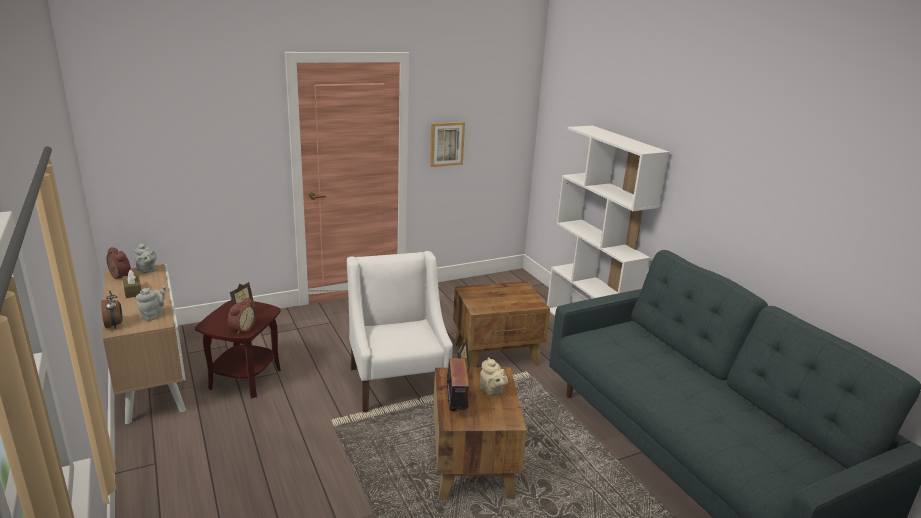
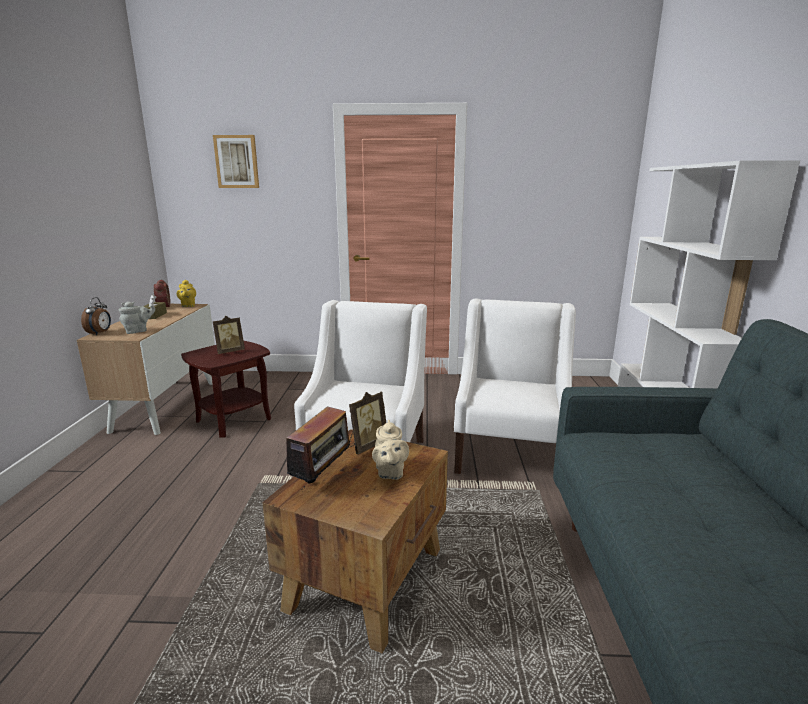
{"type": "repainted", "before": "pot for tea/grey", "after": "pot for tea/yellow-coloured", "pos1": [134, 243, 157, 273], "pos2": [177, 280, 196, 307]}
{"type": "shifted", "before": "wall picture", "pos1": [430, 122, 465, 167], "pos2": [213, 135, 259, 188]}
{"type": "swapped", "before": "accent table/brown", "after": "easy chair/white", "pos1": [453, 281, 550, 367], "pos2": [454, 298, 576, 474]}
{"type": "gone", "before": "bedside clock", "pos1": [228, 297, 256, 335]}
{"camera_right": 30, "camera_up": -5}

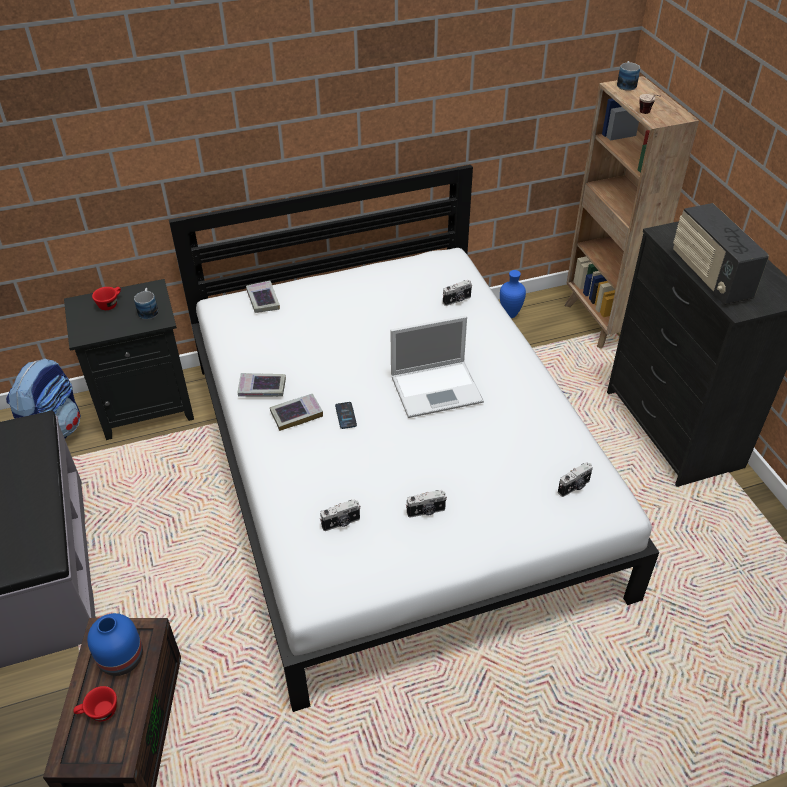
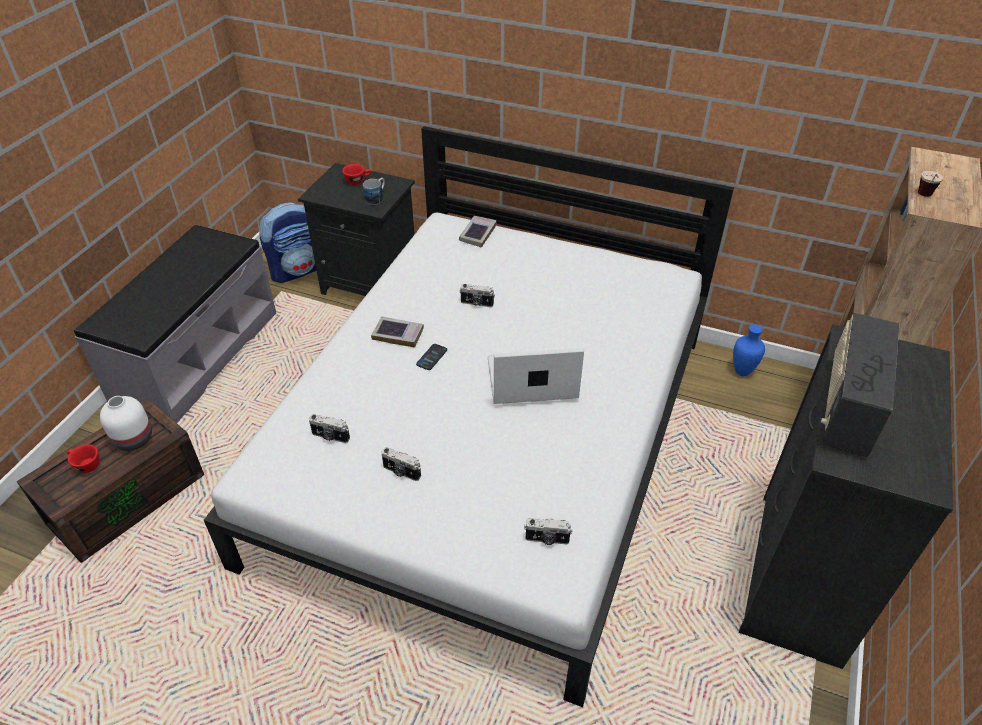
{"type": "repainted", "before": "flower vase/bluish", "after": "flower vase/white", "pos1": [87, 613, 143, 676], "pos2": [100, 396, 152, 451]}
{"type": "shifted", "before": "still camera", "pos1": [443, 280, 472, 306], "pos2": [459, 284, 495, 307]}
{"type": "rotated", "before": "notebook computer", "pos1": [390, 316, 484, 418], "pos2": [488, 348, 584, 404], "turn": 150}
{"type": "gone", "before": "volume", "pos1": [238, 373, 286, 397]}
{"type": "gone", "before": "mug", "pos1": [617, 61, 640, 91]}
{"camera_right": 40, "camera_up": 0}

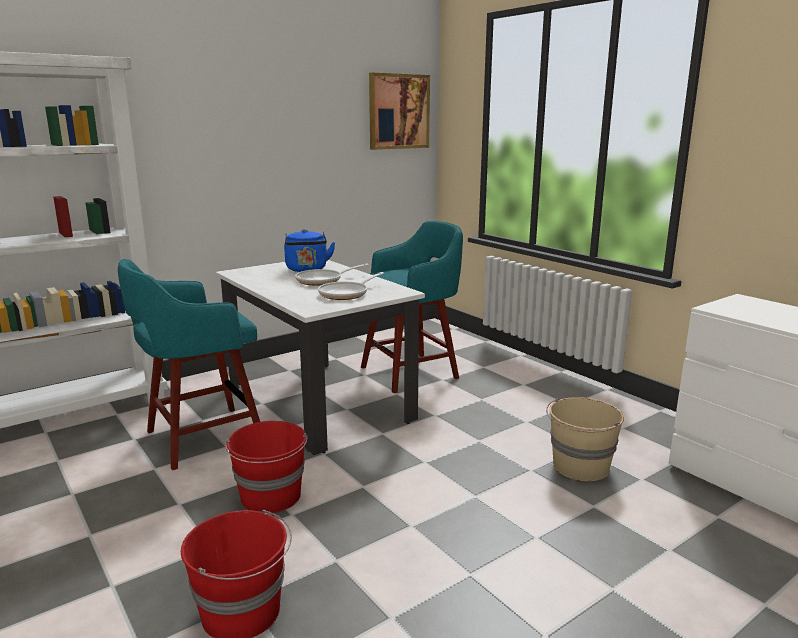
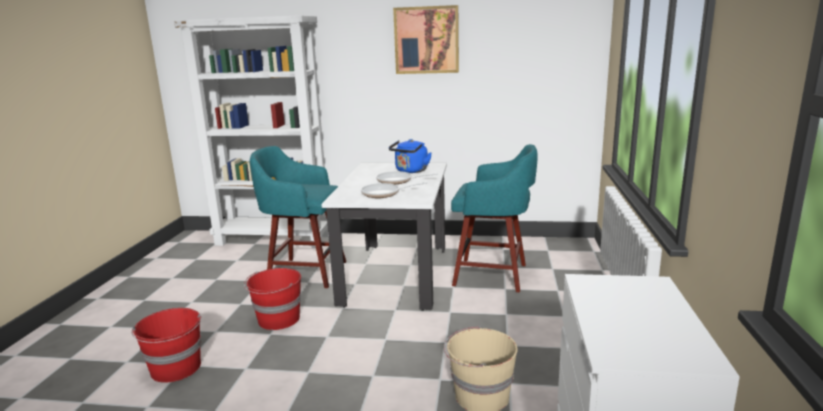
{"type": "shifted", "before": "wall picture", "pos1": [369, 73, 430, 150], "pos2": [393, 5, 459, 74]}
{"camera_right": 45, "camera_up": 0}

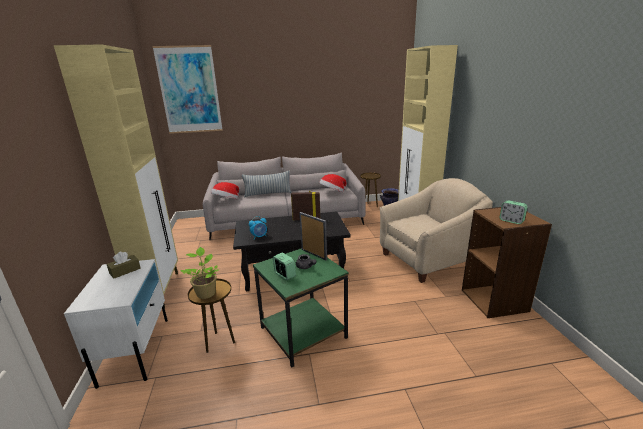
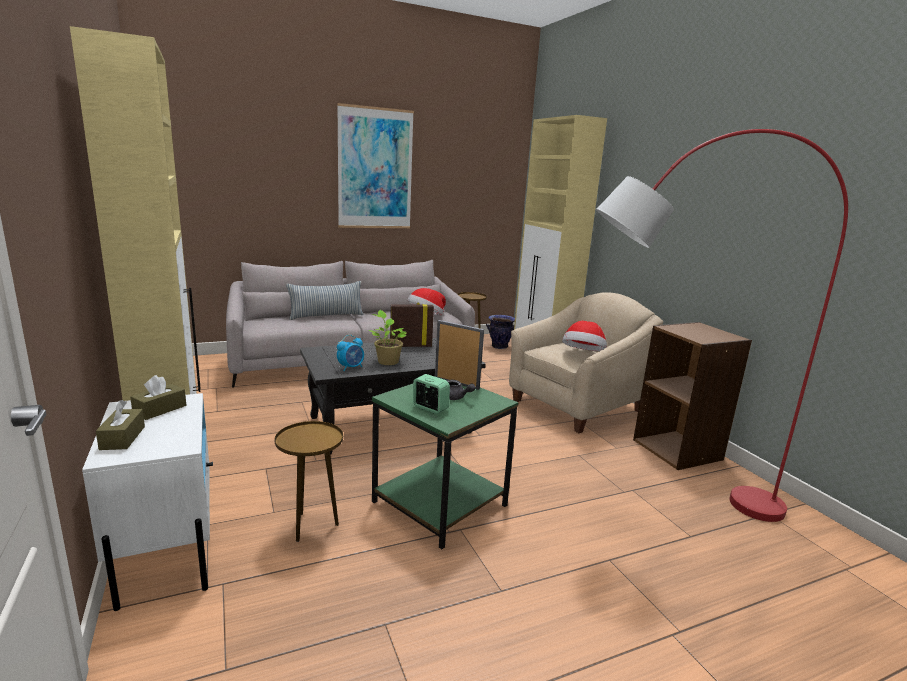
{"type": "new", "after": "tissue box/brown", "pos2": [96, 400, 145, 450]}
{"type": "shifted", "before": "wall picture", "pos1": [152, 45, 223, 134], "pos2": [337, 103, 414, 228]}
{"type": "shifted", "before": "plant in a pot", "pos1": [180, 247, 219, 299], "pos2": [369, 310, 407, 365]}
{"type": "shifted", "before": "hat", "pos1": [211, 182, 239, 199], "pos2": [562, 321, 607, 351]}
{"type": "new", "after": "standing lamp/red-coloured", "pos2": [596, 129, 848, 522]}
{"type": "gone", "before": "bedside clock", "pos1": [500, 200, 528, 224]}
{"camera_right": -15, "camera_up": -5}

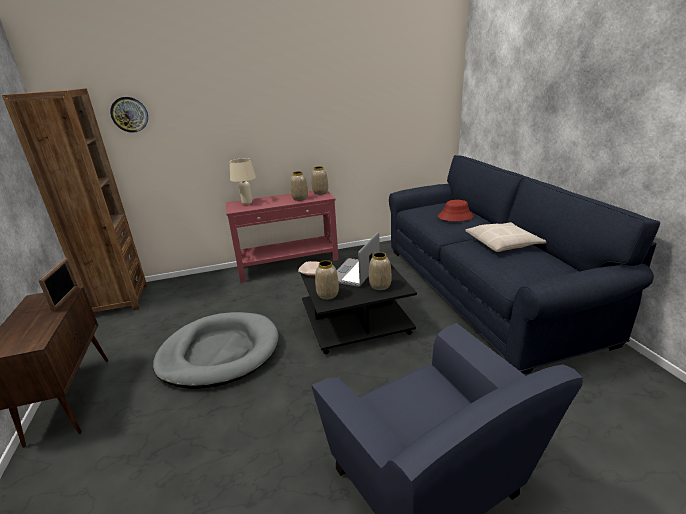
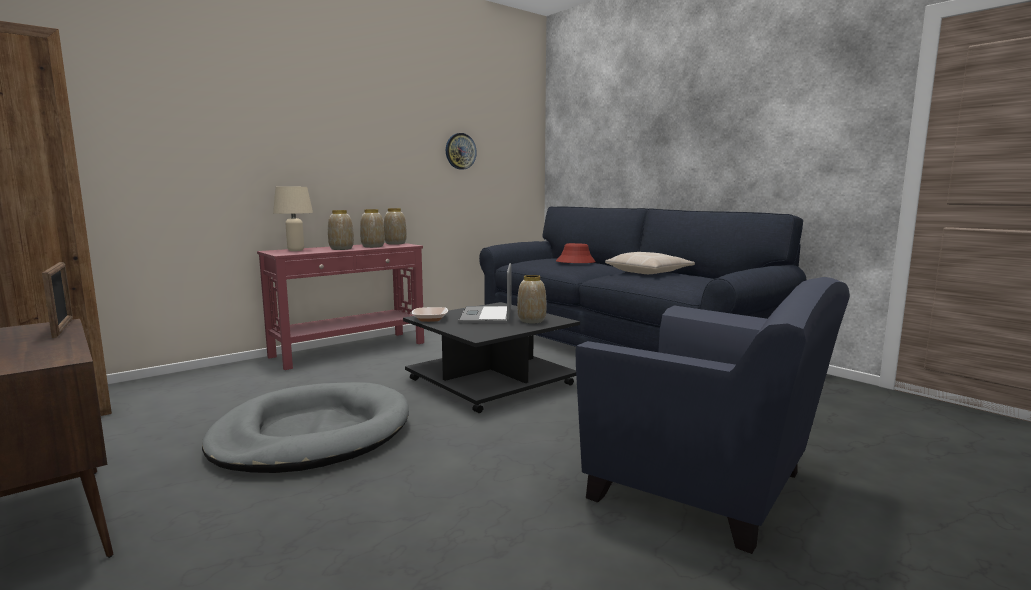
{"type": "shifted", "before": "flower vase", "pos1": [315, 260, 339, 300], "pos2": [328, 210, 354, 250]}
{"type": "shifted", "before": "clock on the wall", "pos1": [110, 97, 148, 133], "pos2": [446, 133, 477, 170]}
{"camera_right": -25, "camera_up": -15}

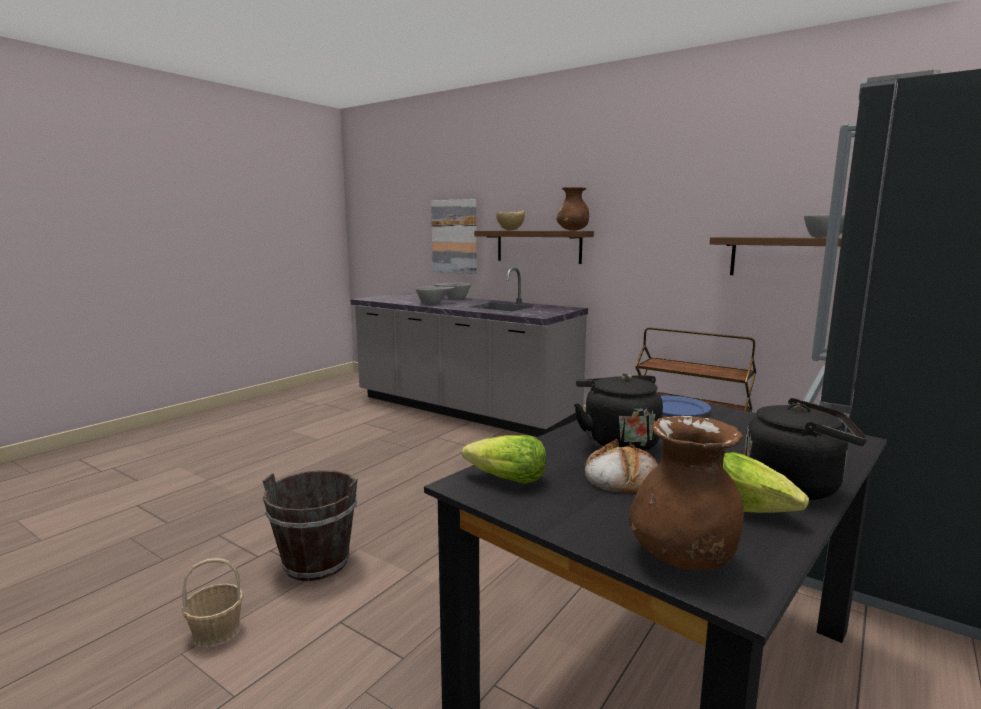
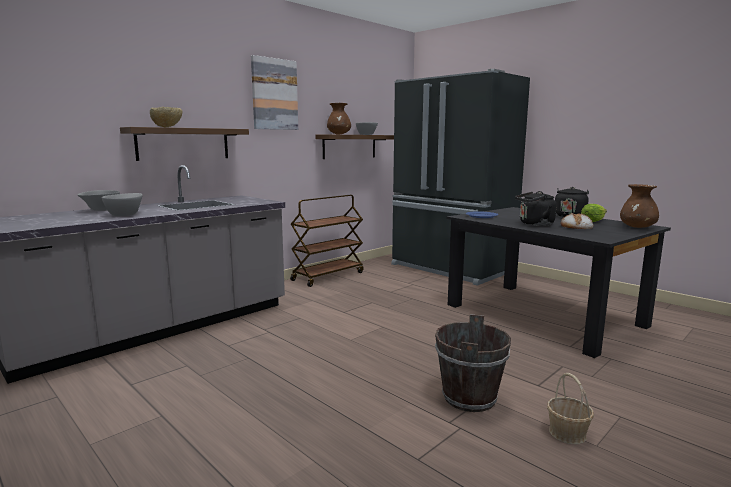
{"type": "shifted", "before": "wall picture", "pos1": [431, 199, 477, 274], "pos2": [251, 55, 298, 130]}
{"type": "shifted", "before": "flower vase/brown", "pos1": [556, 187, 589, 231], "pos2": [327, 103, 351, 135]}
{"type": "gone", "before": "lettuce head", "pos1": [462, 435, 546, 484]}
{"camera_right": -80, "camera_up": 0}

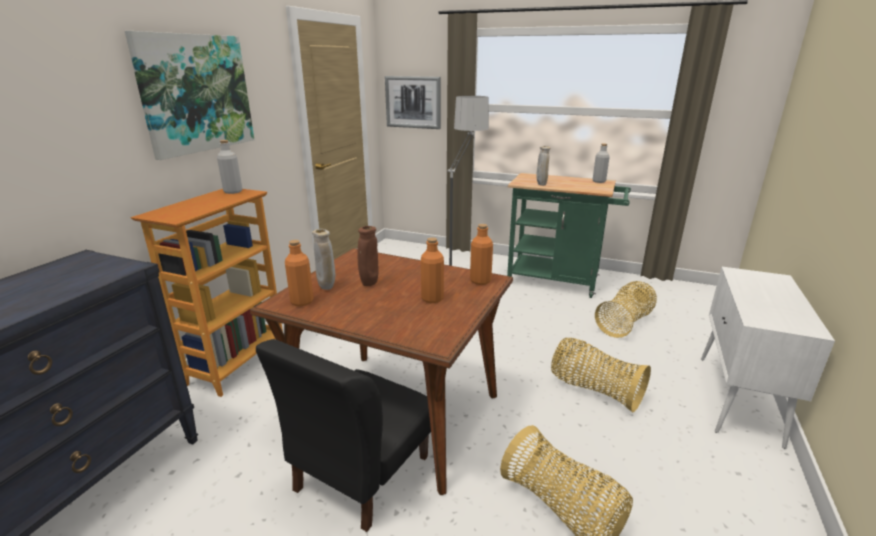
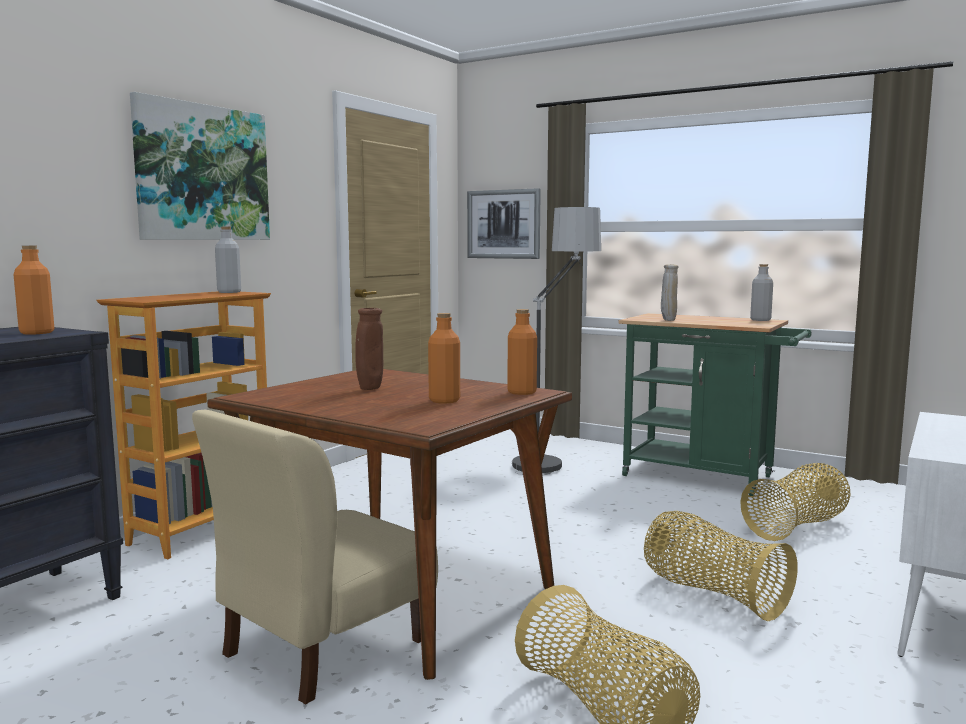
{"type": "shifted", "before": "beverage bottle/orangey", "pos1": [285, 240, 314, 306], "pos2": [13, 245, 54, 335]}
{"type": "repainted", "before": "chair/blackish", "after": "chair/beige", "pos1": [256, 339, 431, 532], "pos2": [192, 410, 438, 705]}
{"type": "gone", "before": "flower vase/beige", "pos1": [312, 229, 335, 290]}
{"camera_right": 10, "camera_up": -15}

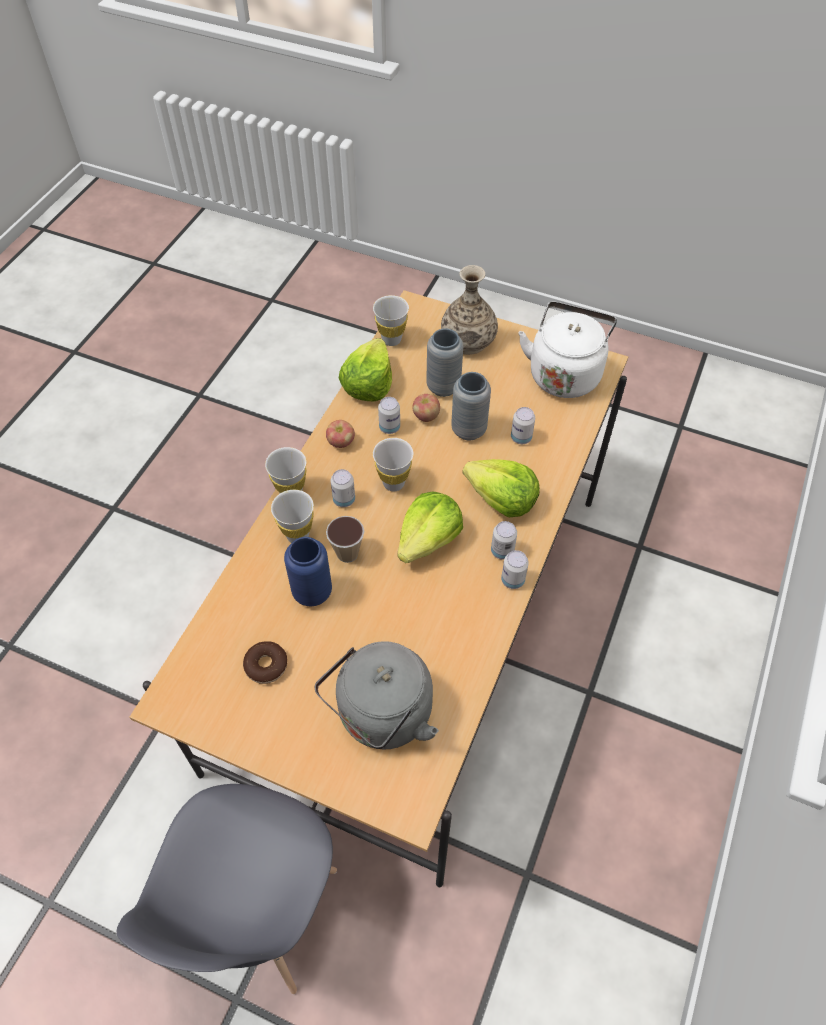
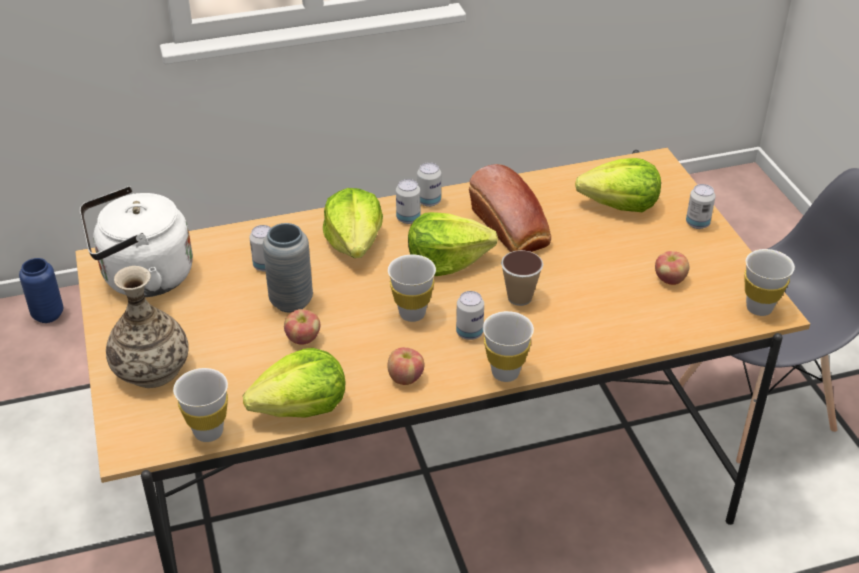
{"type": "shifted", "before": "flower vase/bluish", "pos1": [284, 537, 332, 606], "pos2": [19, 258, 63, 323]}
{"type": "new", "after": "baked bread", "pos2": [469, 164, 551, 252]}
{"type": "swapped", "before": "kettle/grey", "after": "lettuce head", "pos1": [314, 641, 439, 749], "pos2": [575, 158, 661, 212]}
{"type": "swapped", "before": "doughnut", "after": "apple fruit", "pos1": [243, 641, 287, 684], "pos2": [655, 251, 689, 285]}
{"type": "shifted", "before": "sealed can", "pos1": [378, 397, 400, 434], "pos2": [686, 184, 715, 229]}
{"type": "shifted", "before": "small cup/white", "pos1": [271, 490, 314, 543], "pos2": [744, 249, 795, 316]}
{"type": "gone", "before": "flower vase/grey", "pos1": [426, 328, 463, 397]}
{"camera_right": -130, "camera_up": -15}

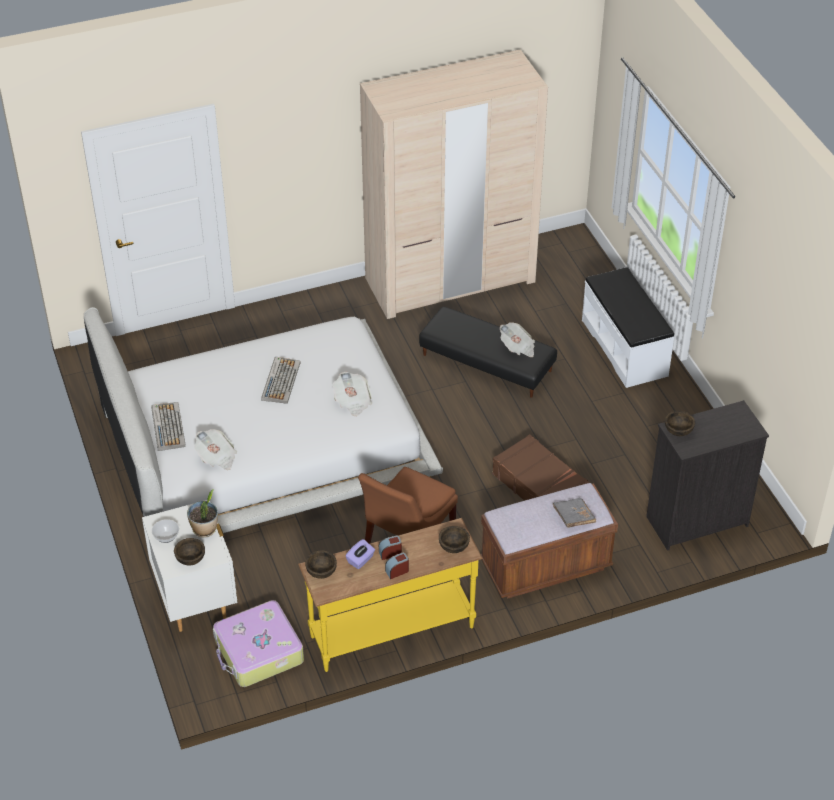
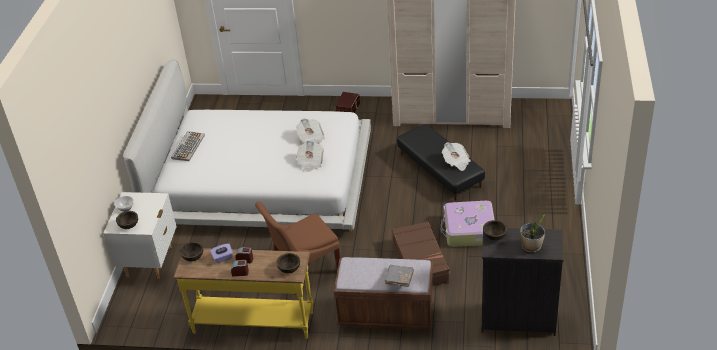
{"type": "shifted", "before": "daily paper", "pos1": [194, 429, 237, 470], "pos2": [296, 118, 325, 144]}
{"type": "new", "after": "storage container/brown", "pos2": [335, 92, 360, 113]}
{"type": "shifted", "before": "travel case", "pos1": [213, 600, 304, 687], "pos2": [441, 201, 495, 247]}
{"type": "shifted", "before": "plant in a pot", "pos1": [187, 489, 218, 537], "pos2": [520, 214, 546, 252]}
{"type": "gone", "before": "computer keyboard", "pos1": [261, 356, 301, 404]}
{"type": "gone", "before": "indoor bench/white", "pos1": [582, 267, 675, 388]}
{"camera_right": 30, "camera_up": -5}

